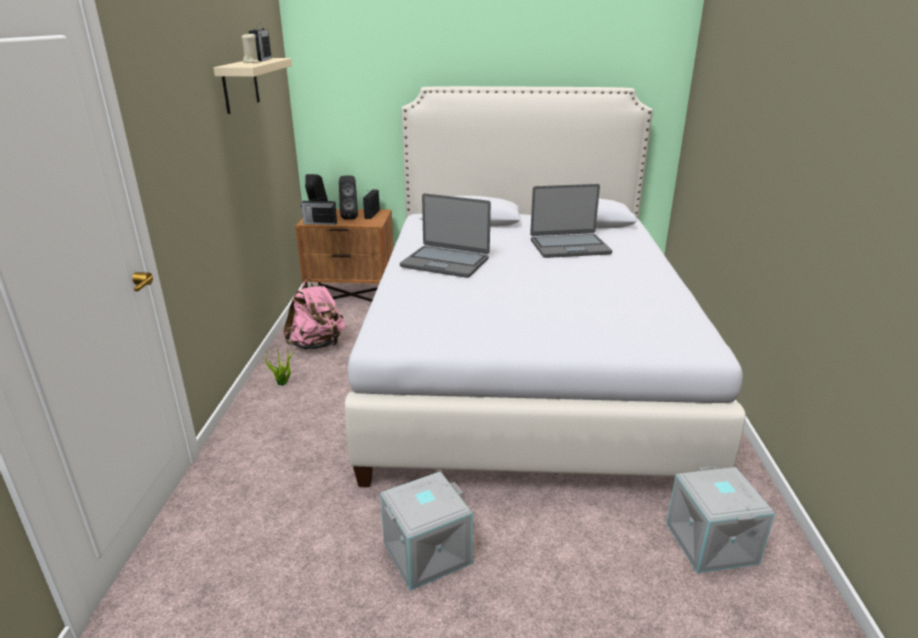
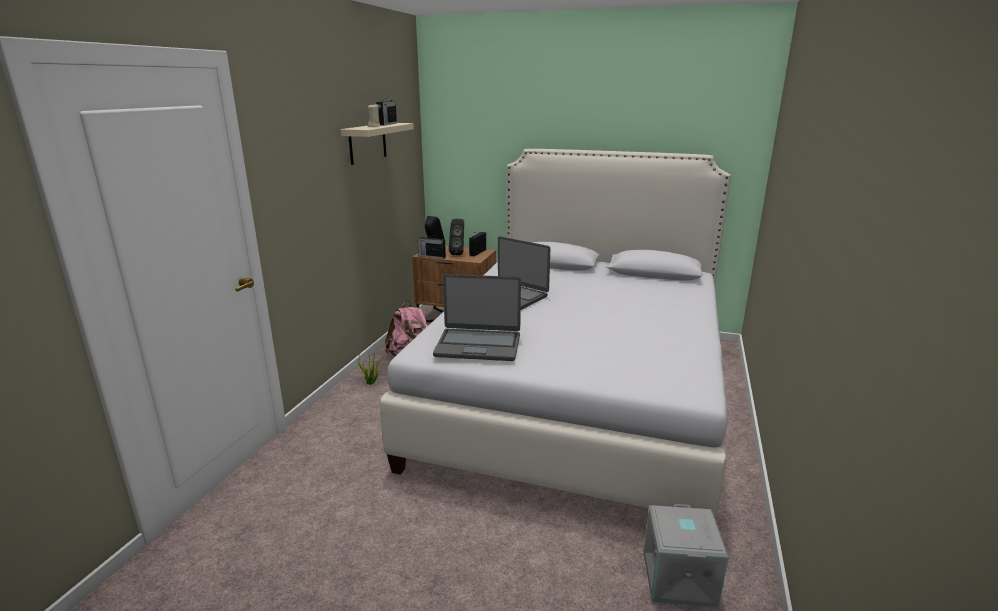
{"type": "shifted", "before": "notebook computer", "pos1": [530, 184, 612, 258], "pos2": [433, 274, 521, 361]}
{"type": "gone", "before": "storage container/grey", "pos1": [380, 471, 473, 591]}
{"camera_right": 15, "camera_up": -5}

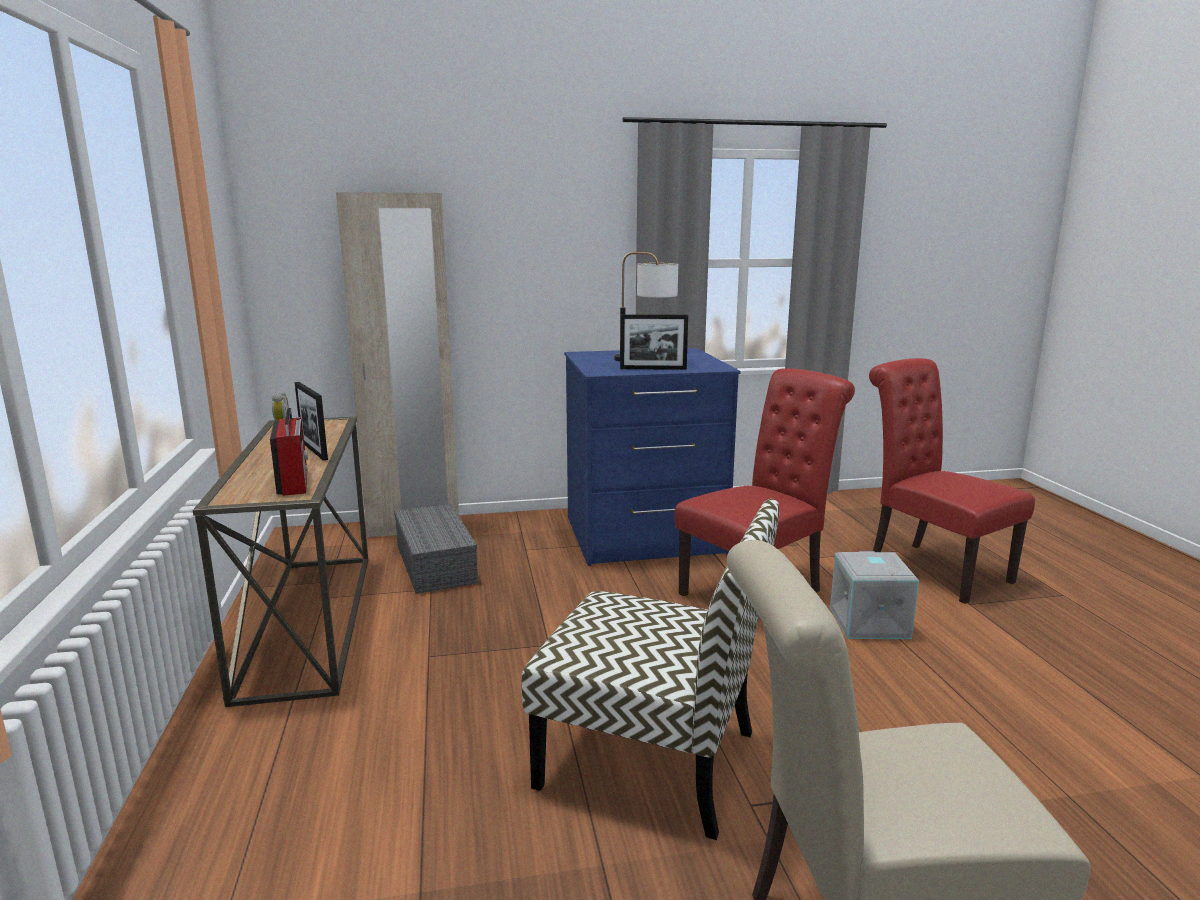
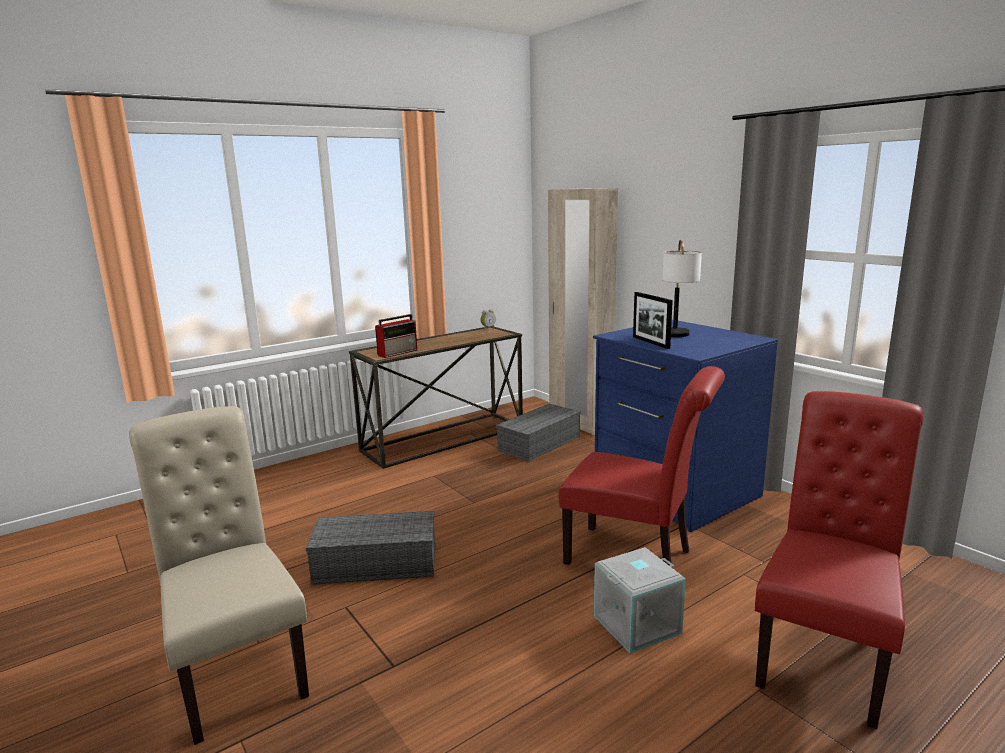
{"type": "swapped", "before": "chair", "after": "storage container/grey", "pos1": [522, 499, 780, 840], "pos2": [306, 511, 435, 585]}
{"type": "gone", "before": "standing frame", "pos1": [295, 382, 328, 461]}
{"camera_right": 65, "camera_up": 0}

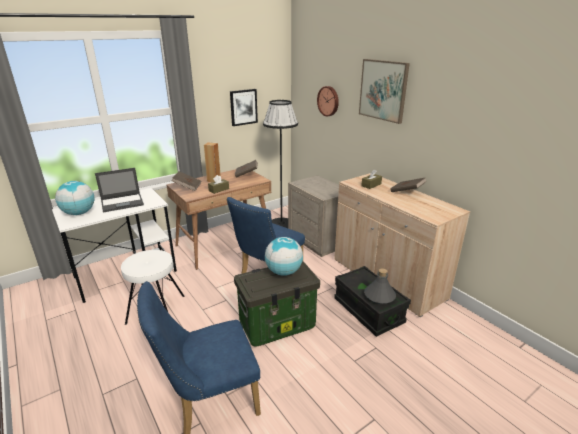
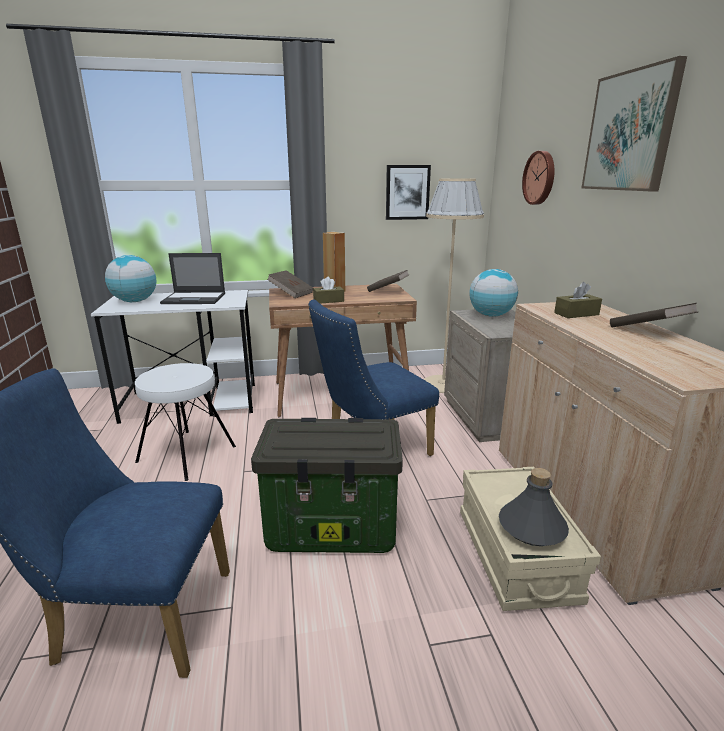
{"type": "repainted", "before": "standing lamp/blackish", "after": "standing lamp/beige", "pos1": [263, 100, 298, 228], "pos2": [424, 178, 484, 393]}
{"type": "repainted", "before": "storage container/blackish", "after": "storage container/beige", "pos1": [334, 266, 411, 337], "pos2": [460, 467, 601, 611]}
{"type": "shifted", "before": "world globe", "pos1": [265, 237, 303, 276], "pos2": [469, 269, 518, 317]}
{"camera_right": 25, "camera_up": -5}

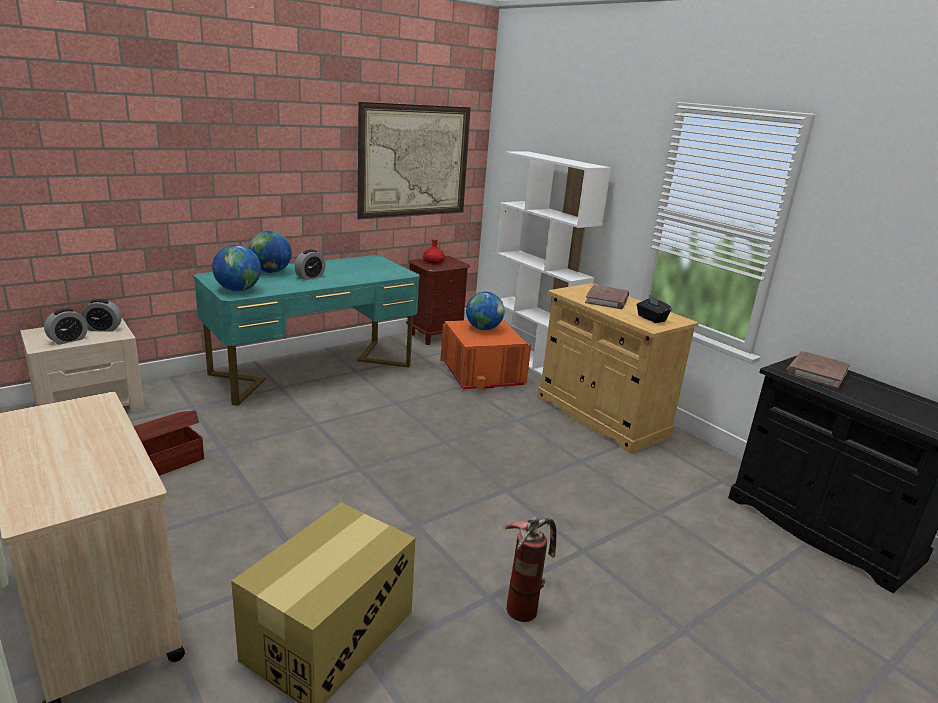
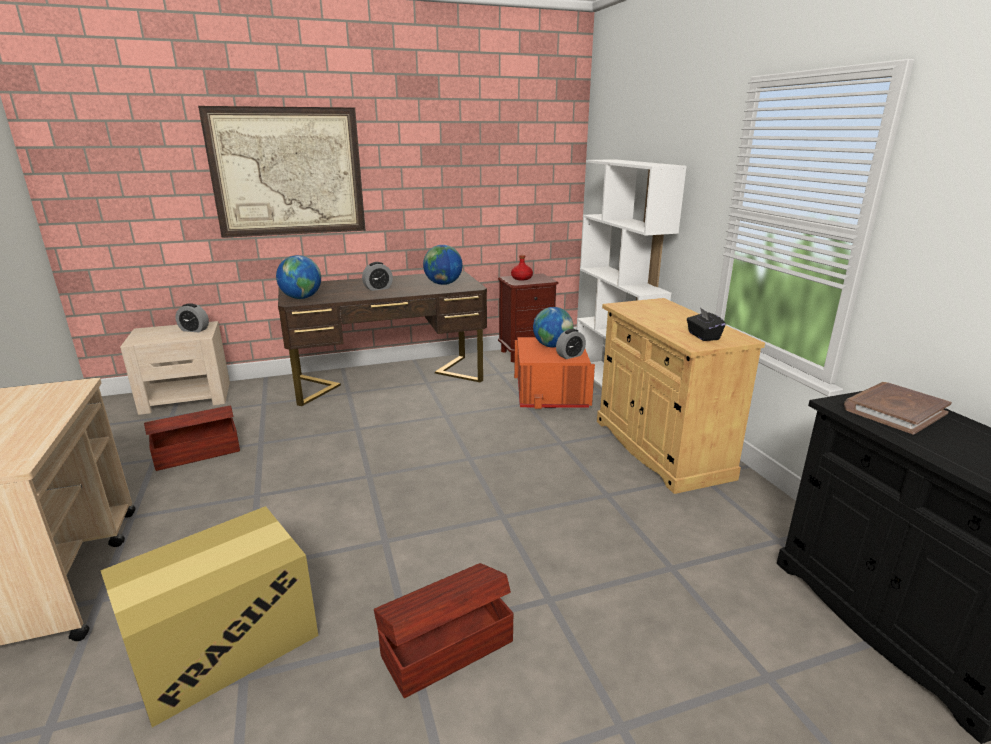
{"type": "shifted", "before": "wall picture", "pos1": [357, 102, 471, 219], "pos2": [198, 106, 366, 238]}
{"type": "repainted", "before": "desk table/turquoise", "after": "desk table/brown", "pos1": [194, 255, 420, 406], "pos2": [278, 271, 487, 406]}
{"type": "swapped", "before": "fire extinguisher", "after": "storage container/brown", "pos1": [503, 517, 557, 622], "pos2": [374, 563, 514, 698]}
{"type": "shifted", "before": "world globe", "pos1": [248, 231, 292, 273], "pos2": [423, 245, 463, 285]}
{"type": "shifted", "before": "bedside clock", "pos1": [44, 308, 88, 345], "pos2": [556, 329, 586, 359]}
{"type": "gone", "before": "volume/brown", "pos1": [585, 285, 629, 309]}
{"camera_right": 20, "camera_up": 0}

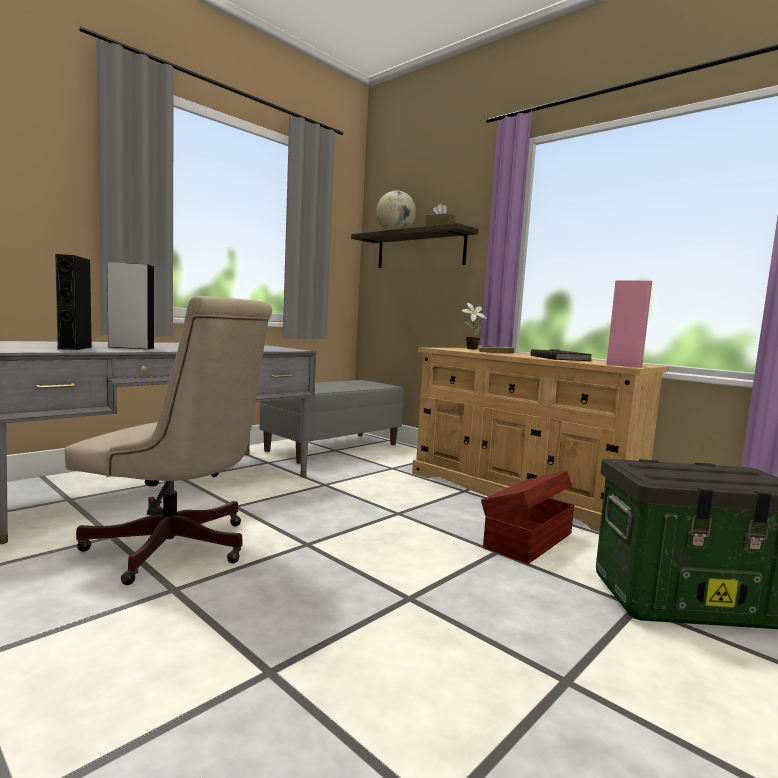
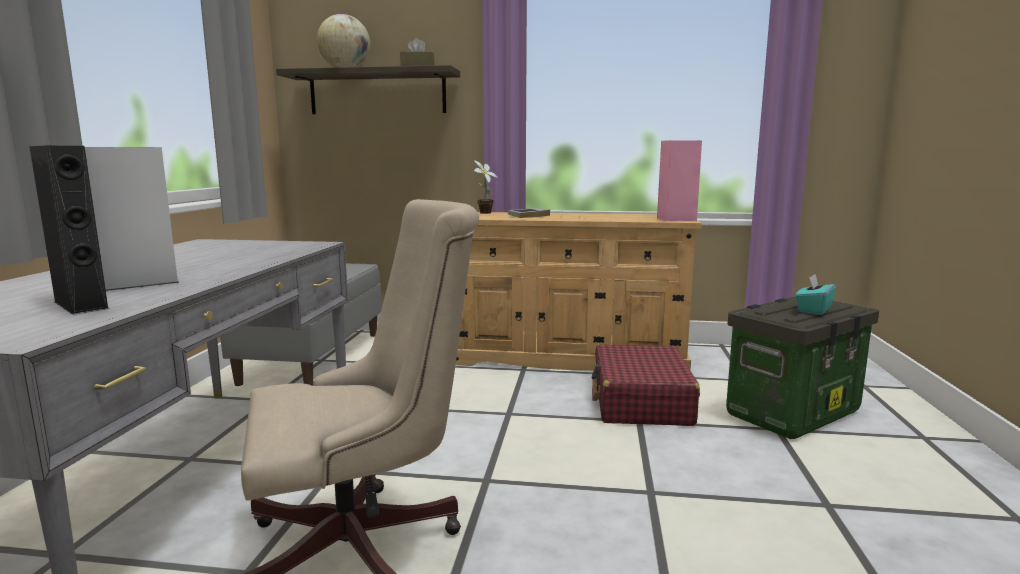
{"type": "swapped", "before": "storage container/brown", "after": "travel case/red-coloured", "pos1": [481, 471, 574, 564], "pos2": [592, 344, 700, 426]}
{"type": "new", "after": "tissue box/turquoise", "pos2": [796, 274, 836, 315]}
{"type": "gone", "before": "volume/brown", "pos1": [531, 349, 592, 361]}
{"camera_right": -35, "camera_up": 5}

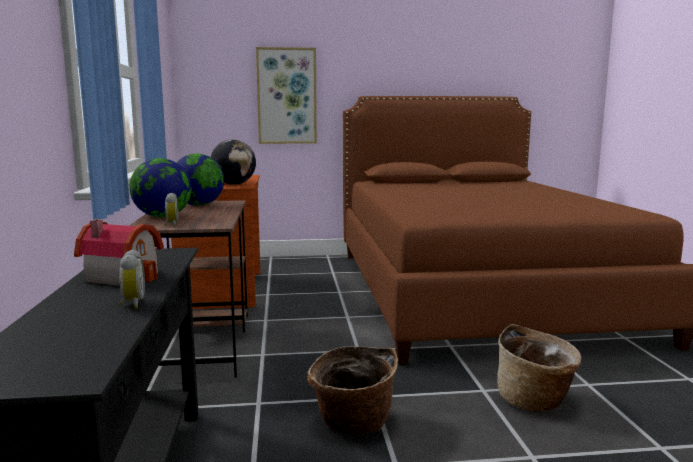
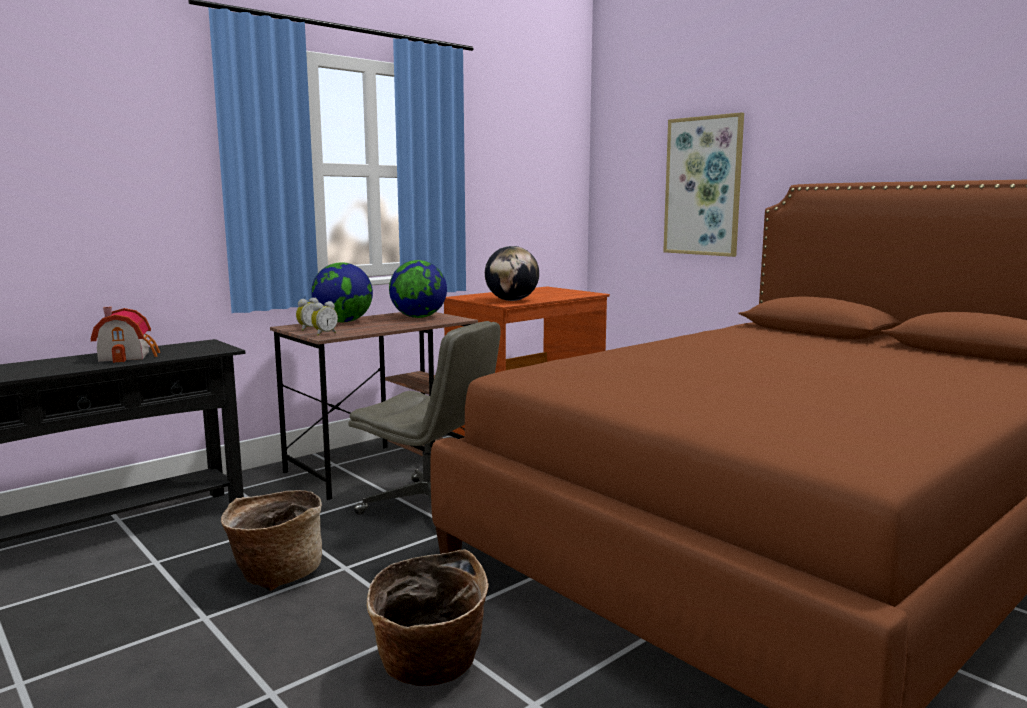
{"type": "shifted", "before": "bedside clock", "pos1": [119, 249, 145, 309], "pos2": [311, 301, 338, 336]}
{"type": "new", "after": "office chair/grey", "pos2": [349, 321, 501, 515]}
{"camera_right": 55, "camera_up": 0}

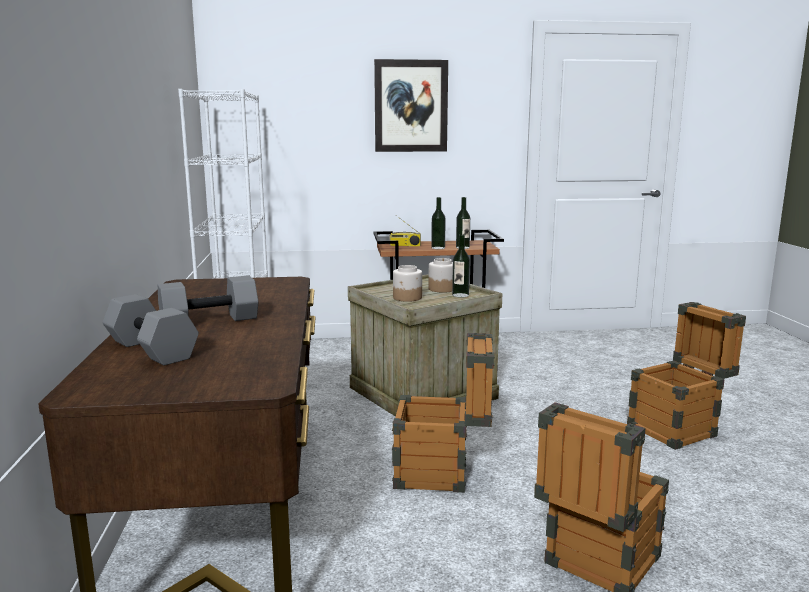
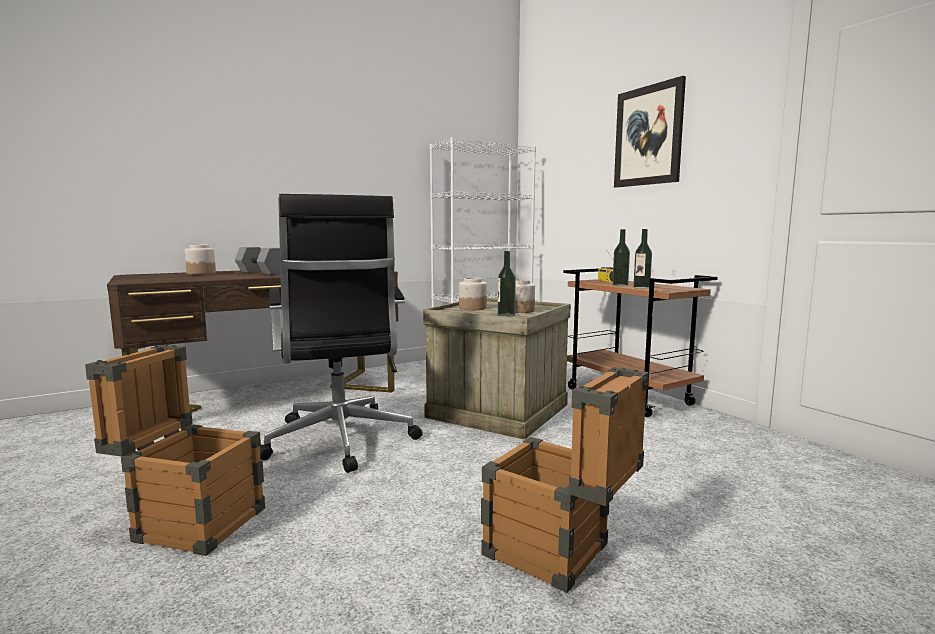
{"type": "swapped", "before": "dumbbell/grey", "after": "preserve jar", "pos1": [103, 294, 199, 365], "pos2": [185, 245, 216, 275]}
{"type": "swapped", "before": "shipping crate", "after": "office chair/blackish", "pos1": [392, 333, 495, 493], "pos2": [260, 194, 423, 473]}
{"camera_right": 65, "camera_up": -5}

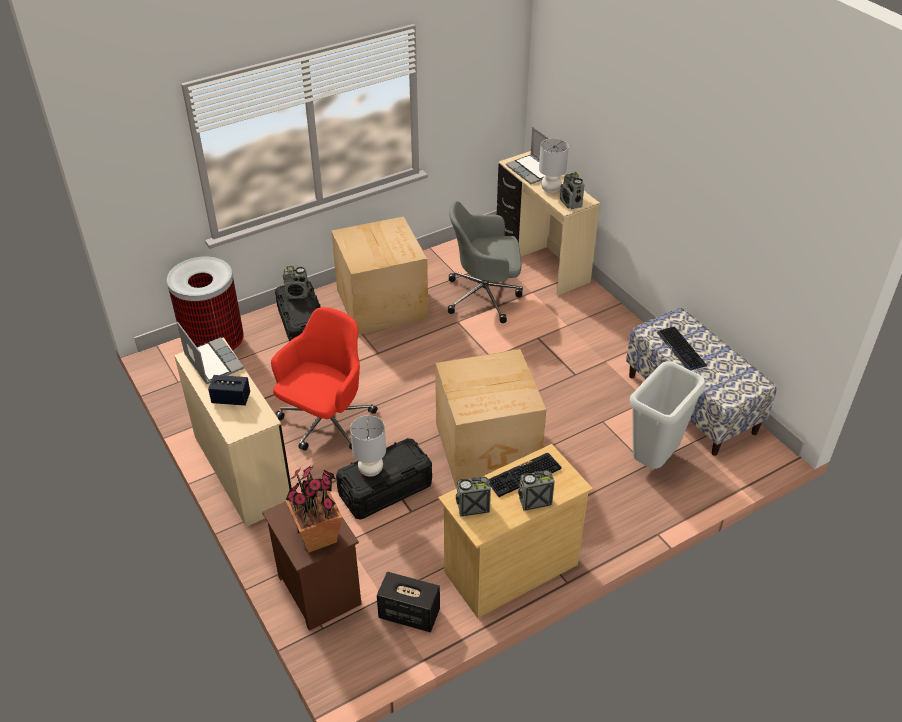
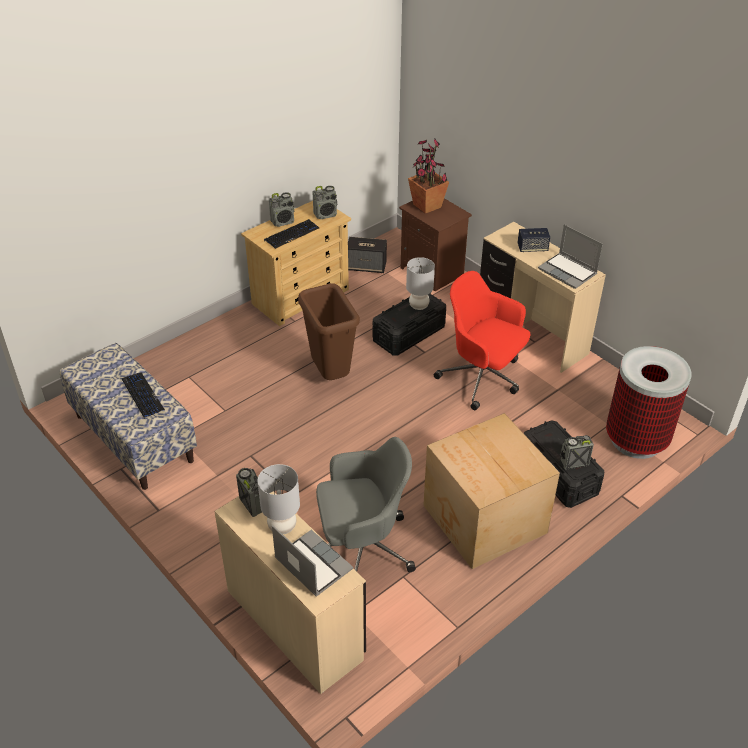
{"type": "swapped", "before": "packing box", "after": "waste bin/brown", "pos1": [435, 349, 546, 487], "pos2": [298, 283, 360, 380]}
{"type": "rotated", "before": "office chair/red-coloured", "pos1": [271, 307, 377, 451], "pos2": [434, 271, 530, 410], "turn": 105}
{"type": "gone", "before": "waste bin/grey", "pos1": [630, 361, 706, 469]}
{"camera_right": 170, "camera_up": 0}

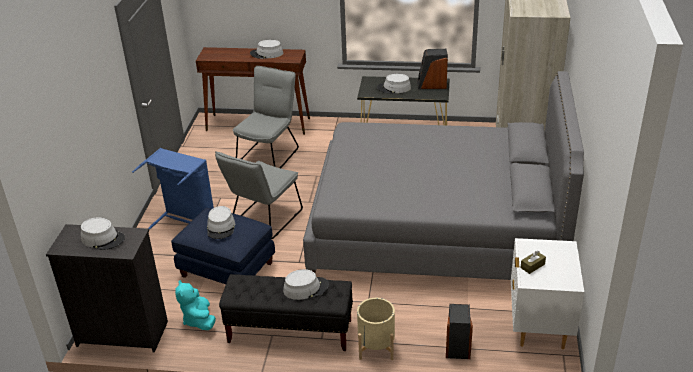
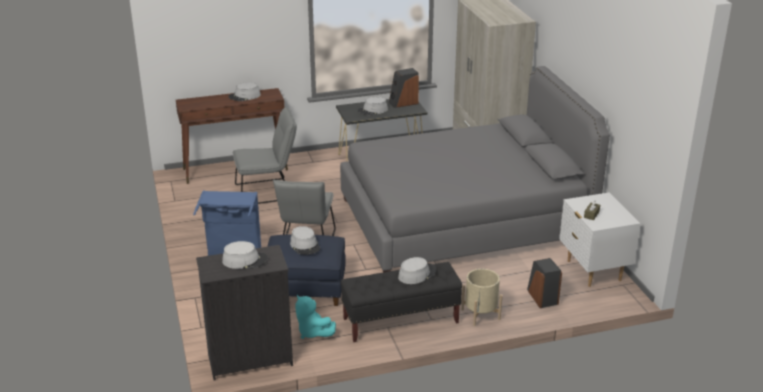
{"type": "rotated", "before": "chair/grey", "pos1": [233, 66, 299, 168], "pos2": [233, 107, 297, 204], "turn": 75}
{"camera_right": -25, "camera_up": -5}

